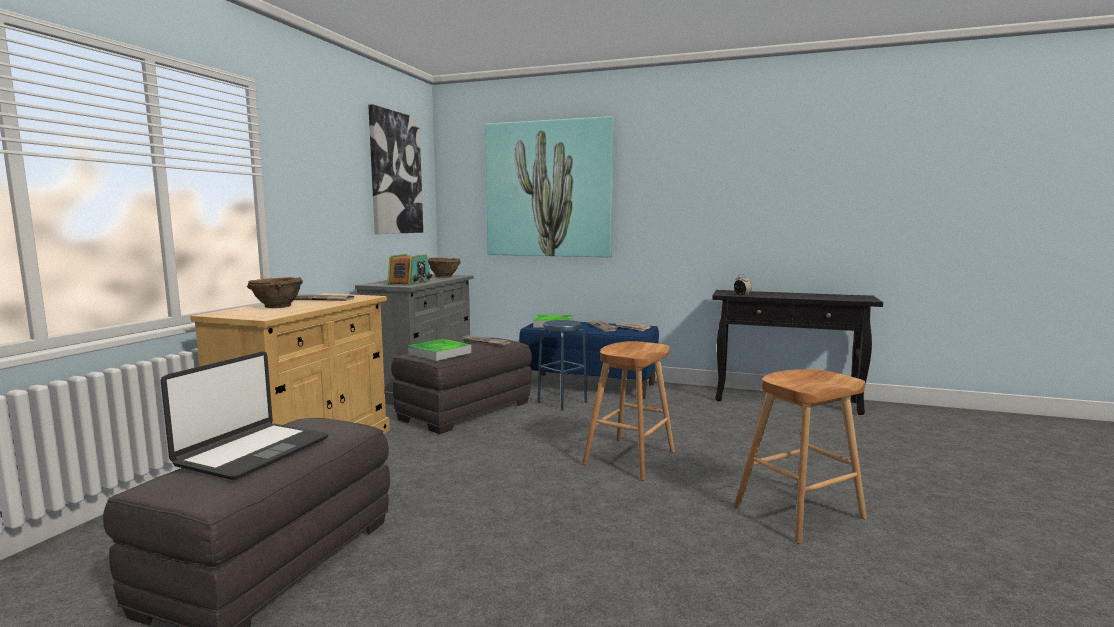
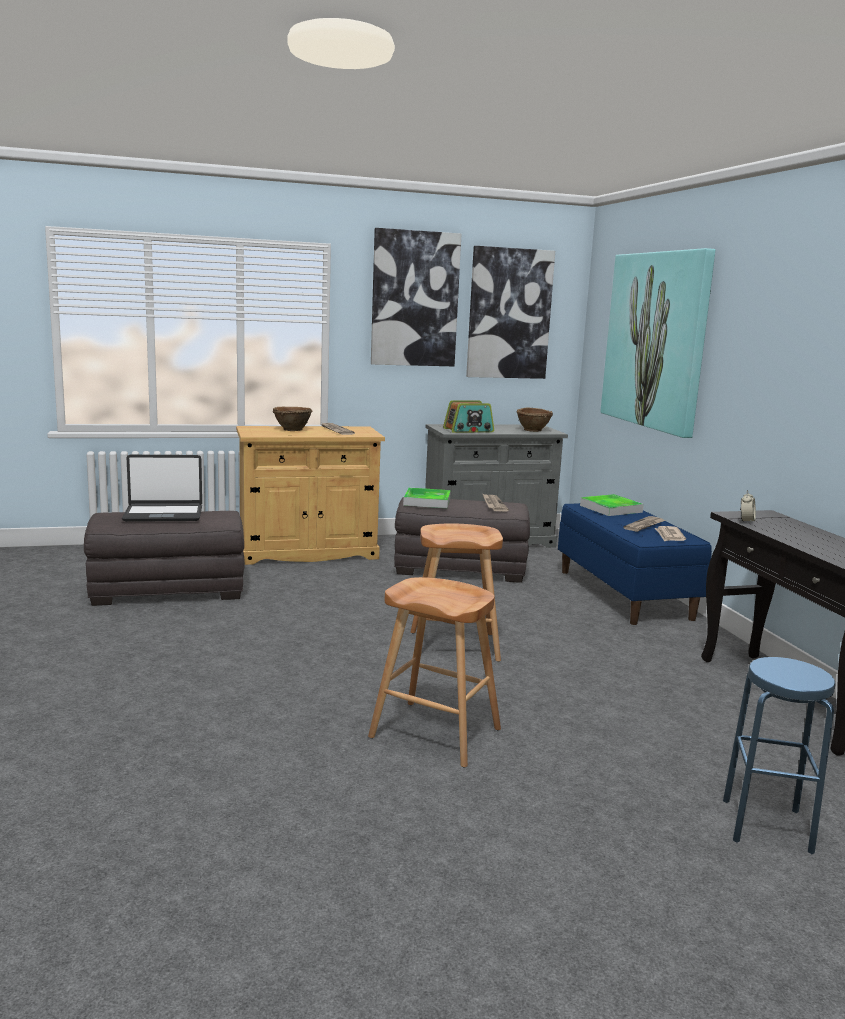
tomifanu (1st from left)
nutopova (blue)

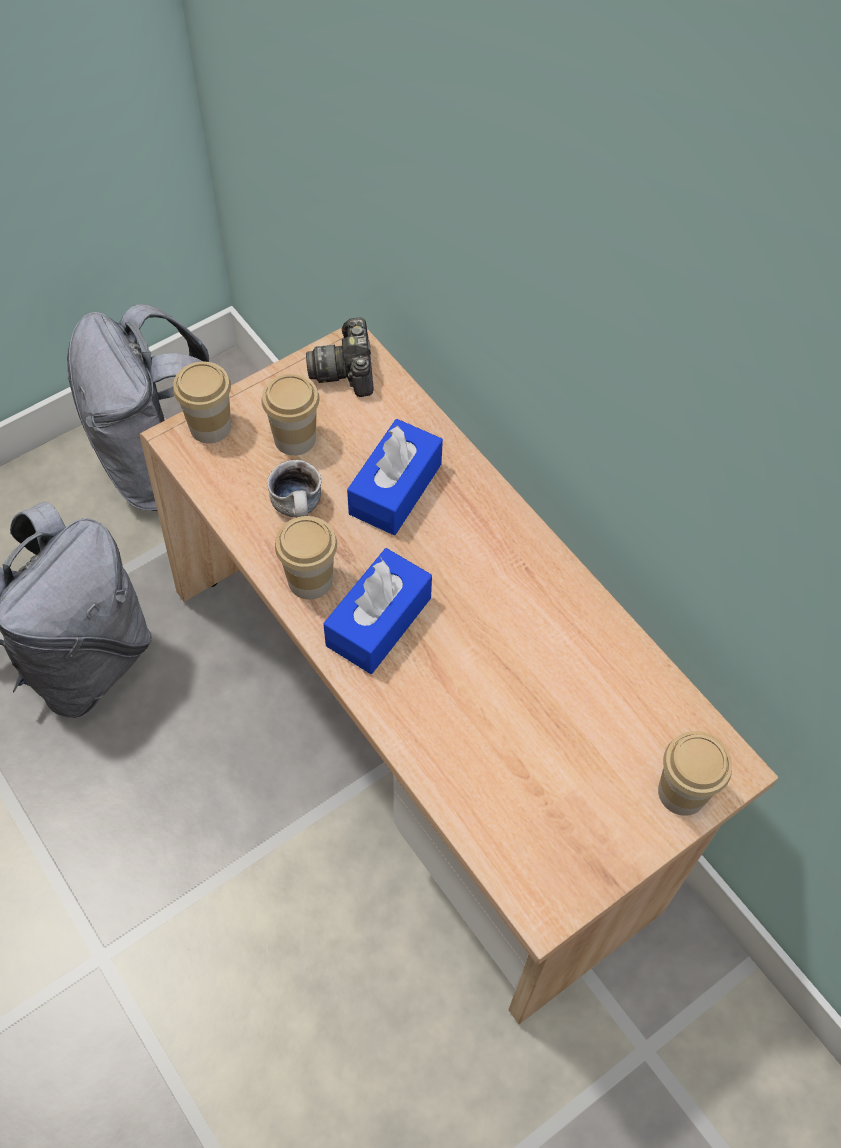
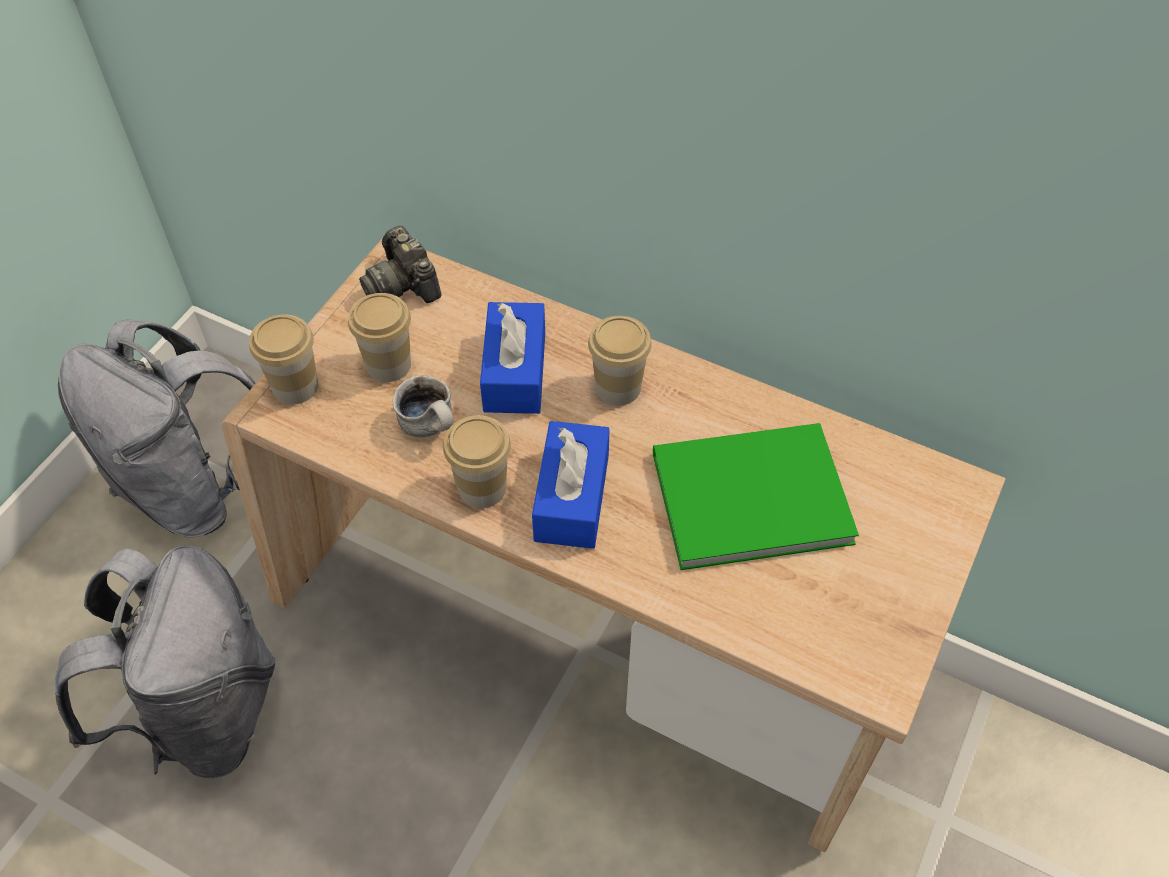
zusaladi (4th from left)
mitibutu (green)

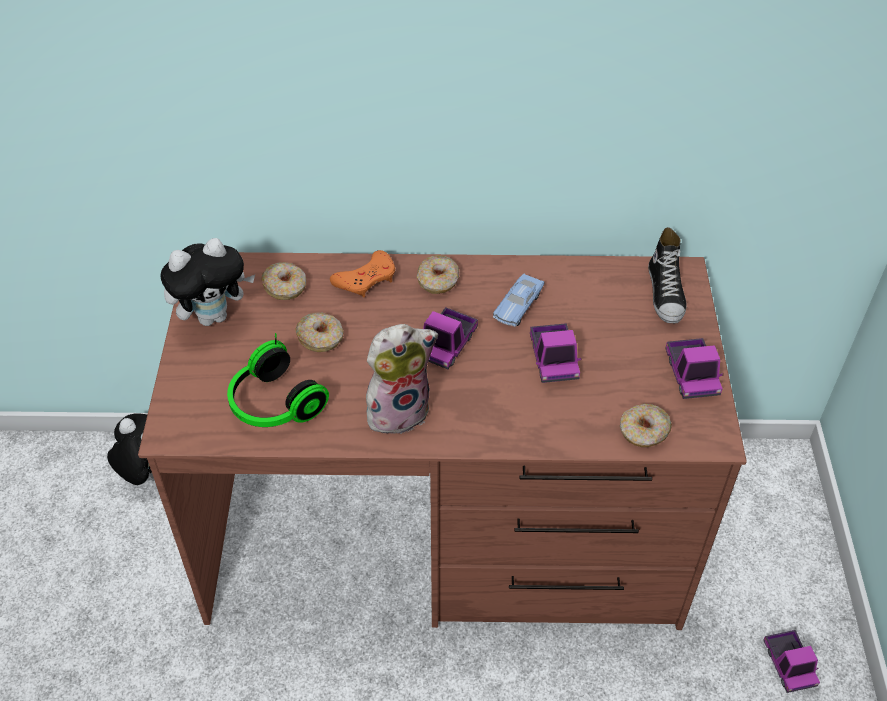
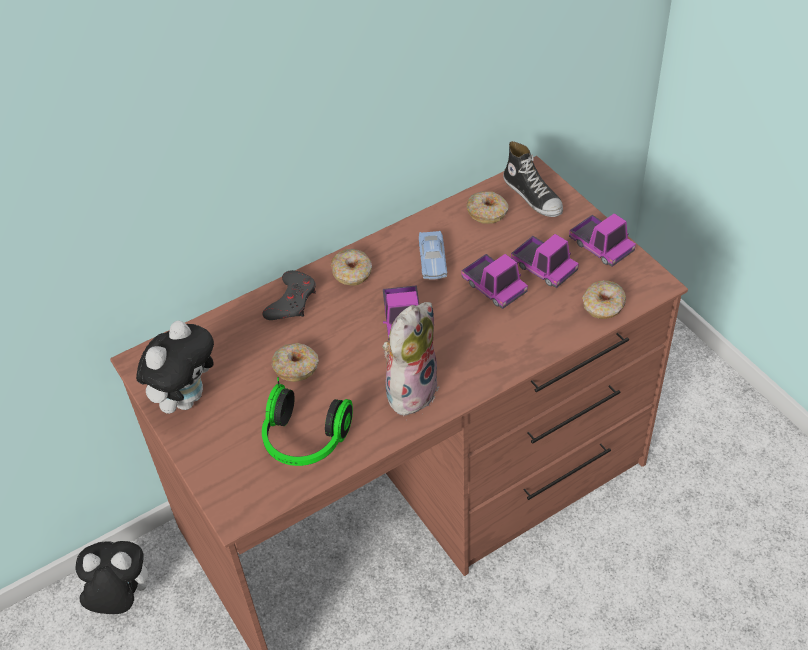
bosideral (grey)
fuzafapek (3rd from left)
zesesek (3rd from left)

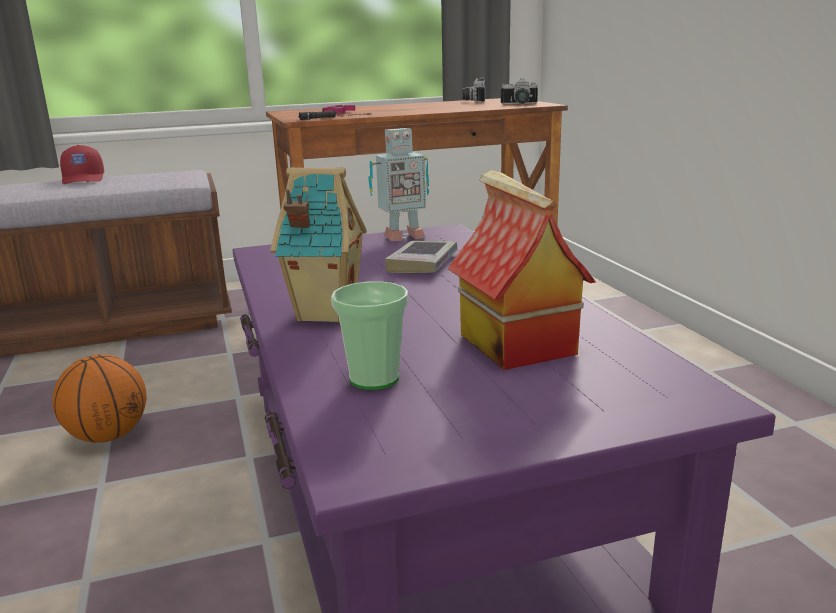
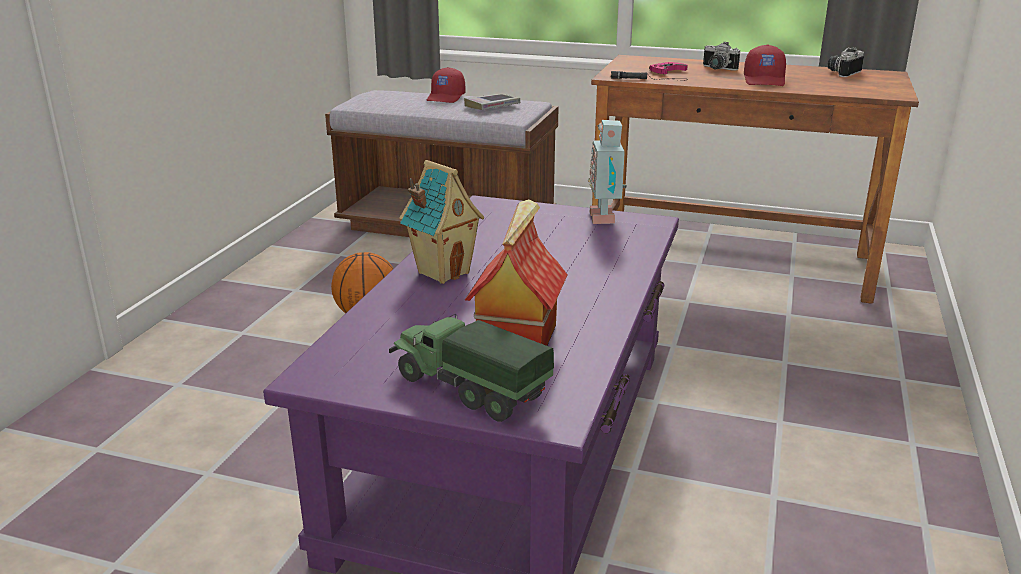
zesesek
mitibutu
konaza
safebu (1st from left)
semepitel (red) (2nd from left)
zusaladi

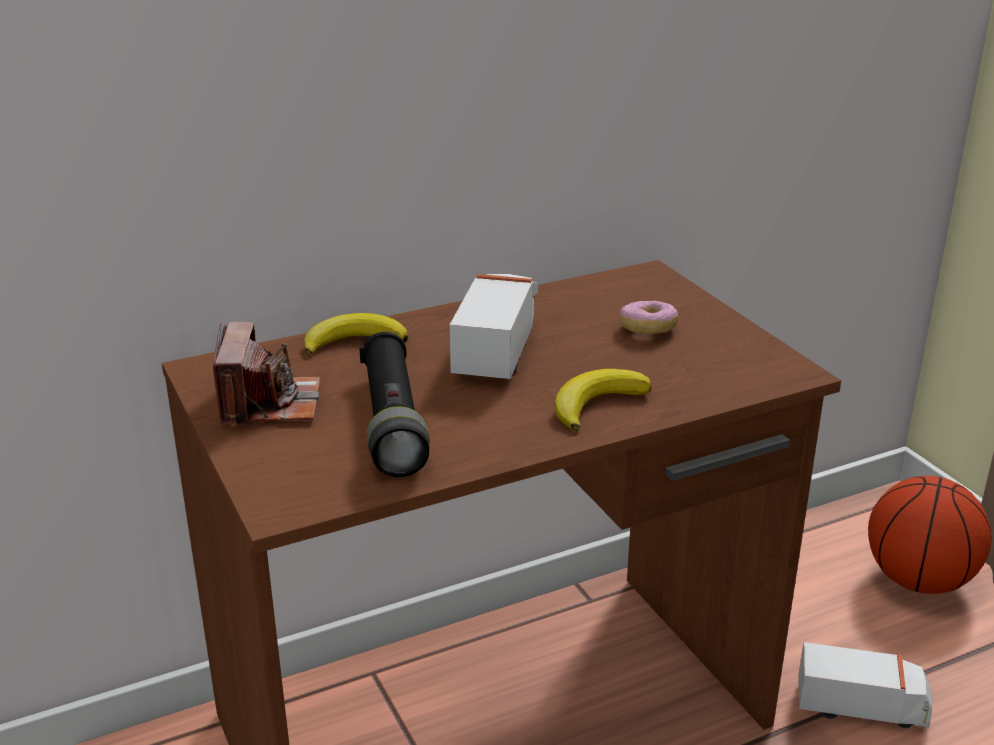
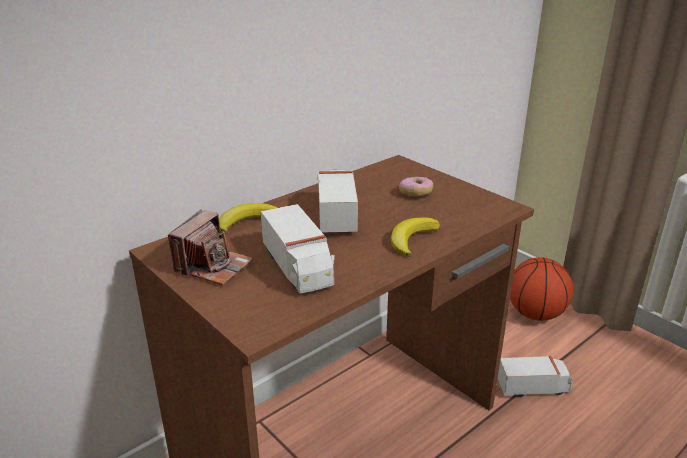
safebu
zesesek (1st from left)

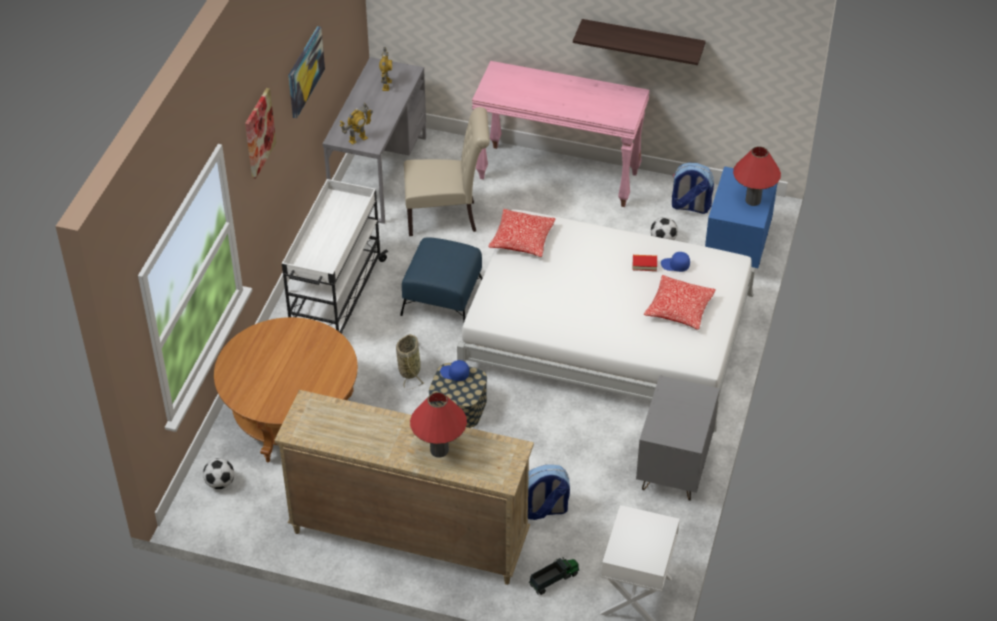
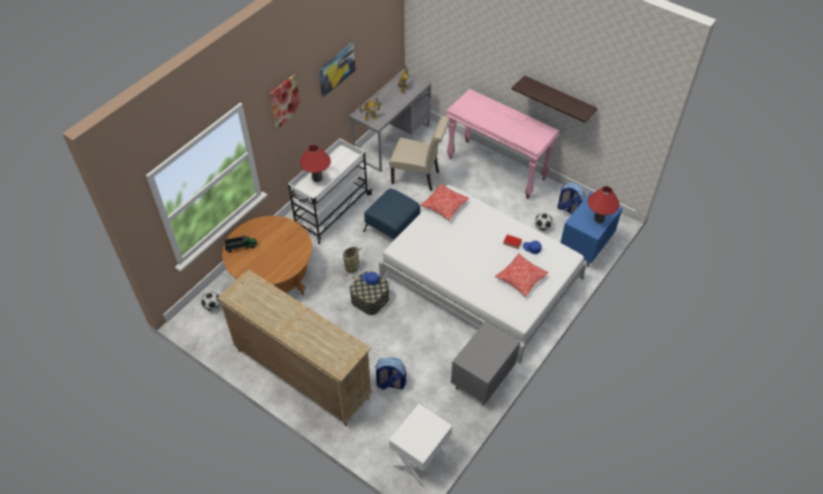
zesesek
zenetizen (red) (1st from left)

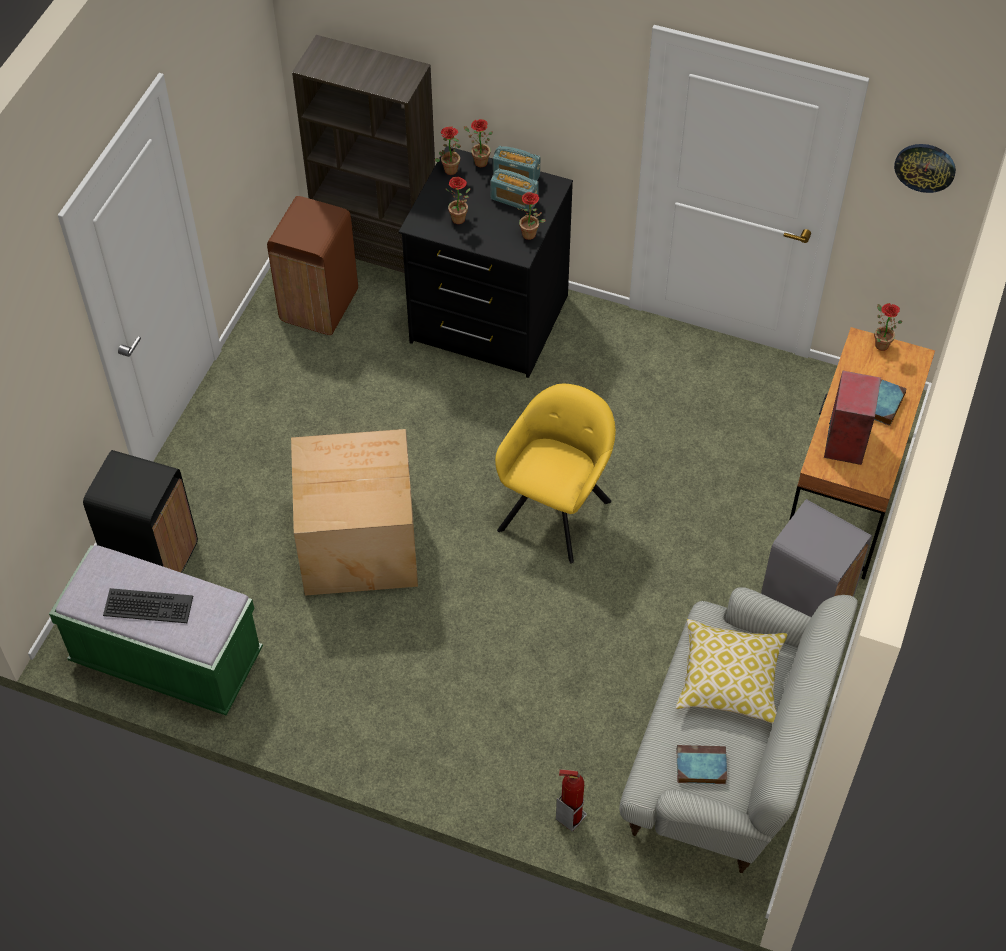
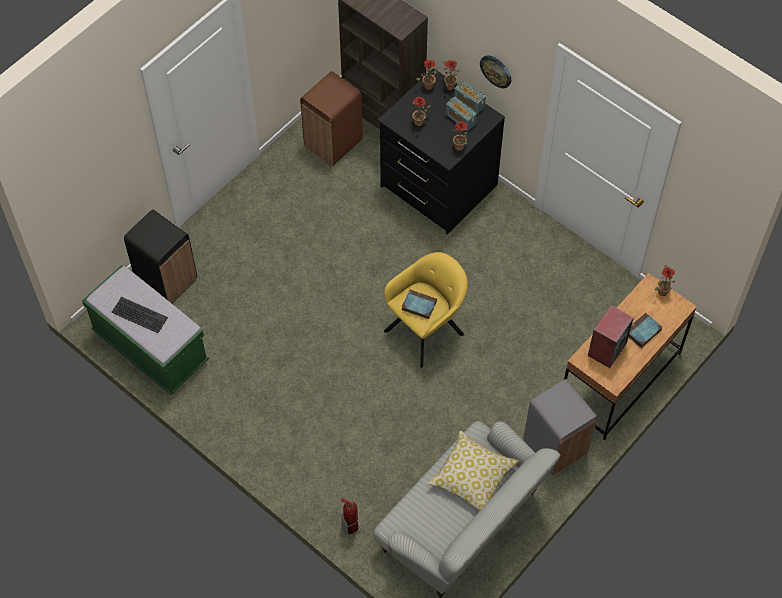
mitibutu (1st from left)
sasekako
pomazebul

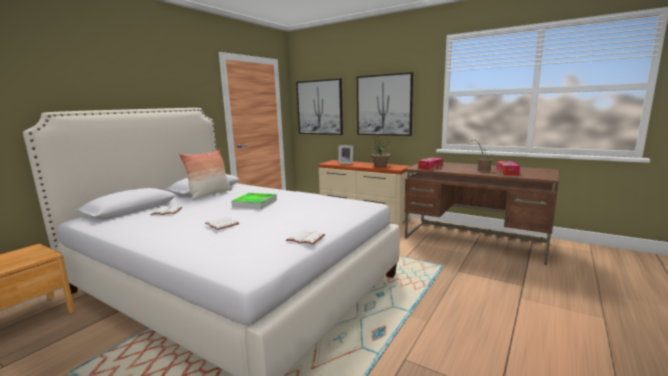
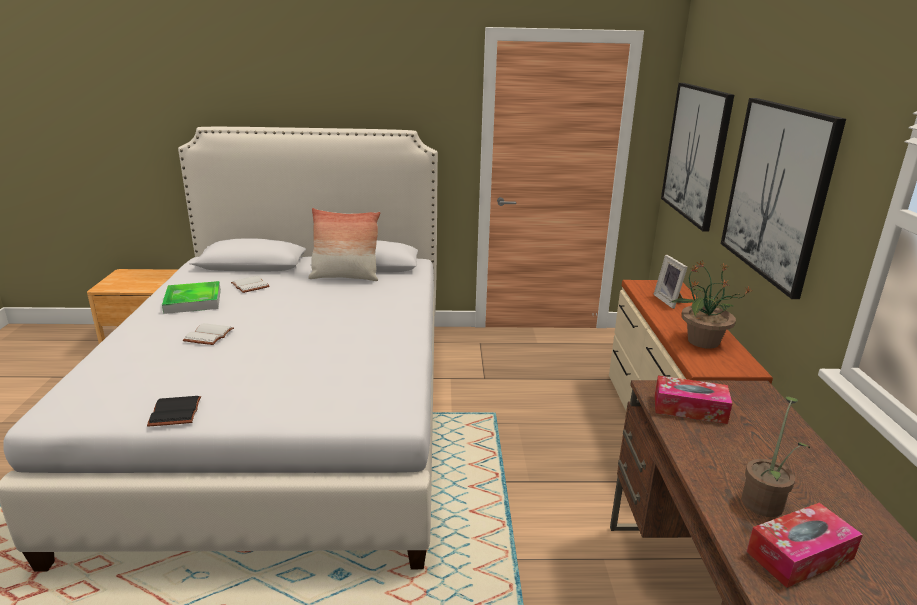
mitibutu (black)
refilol

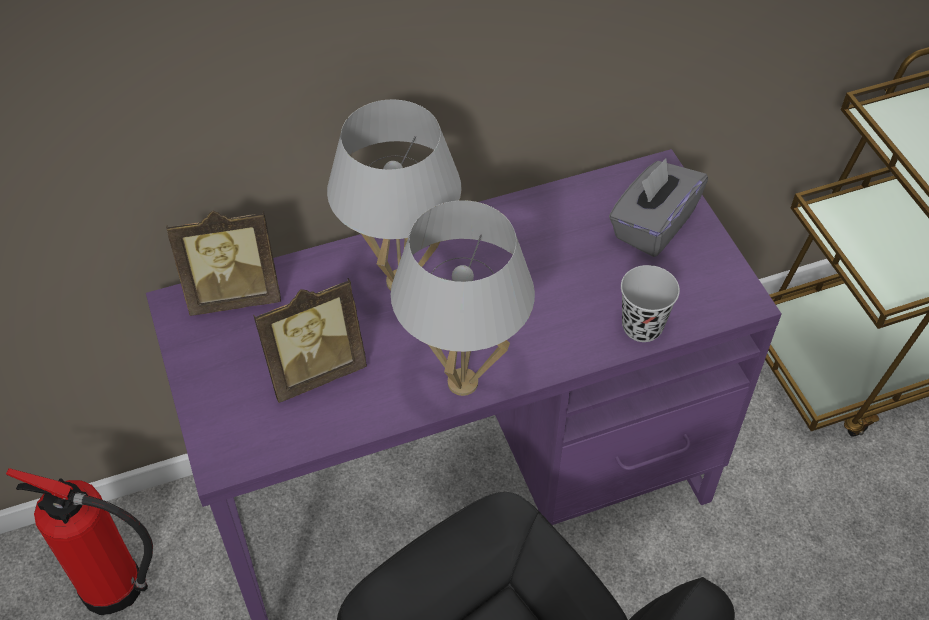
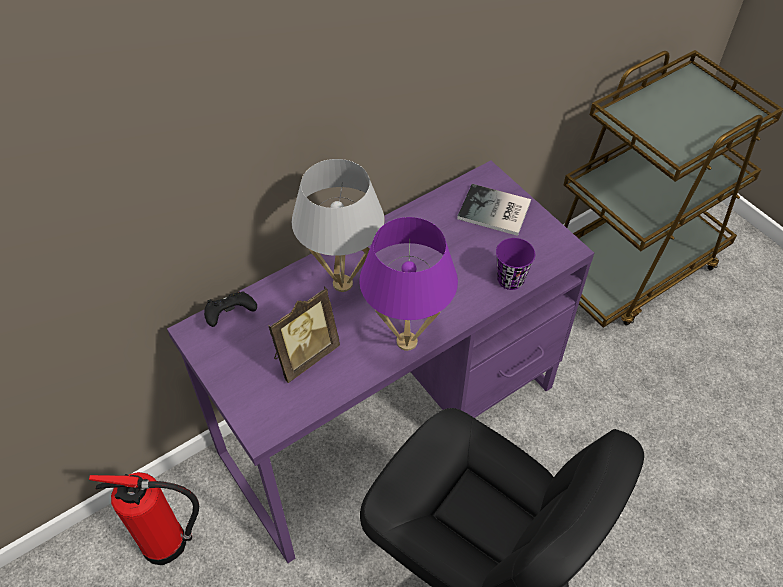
bosideral (black)
zenetizen (purple)
mitibutu
zusaladi (purple)

